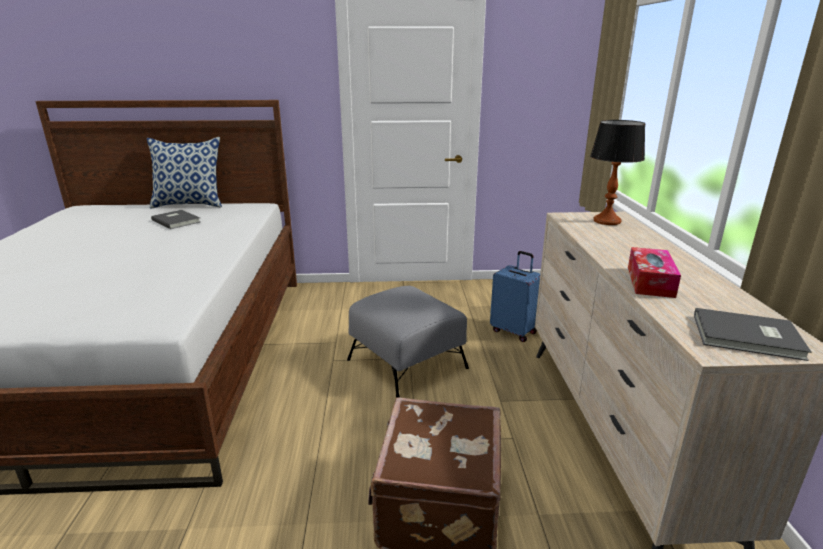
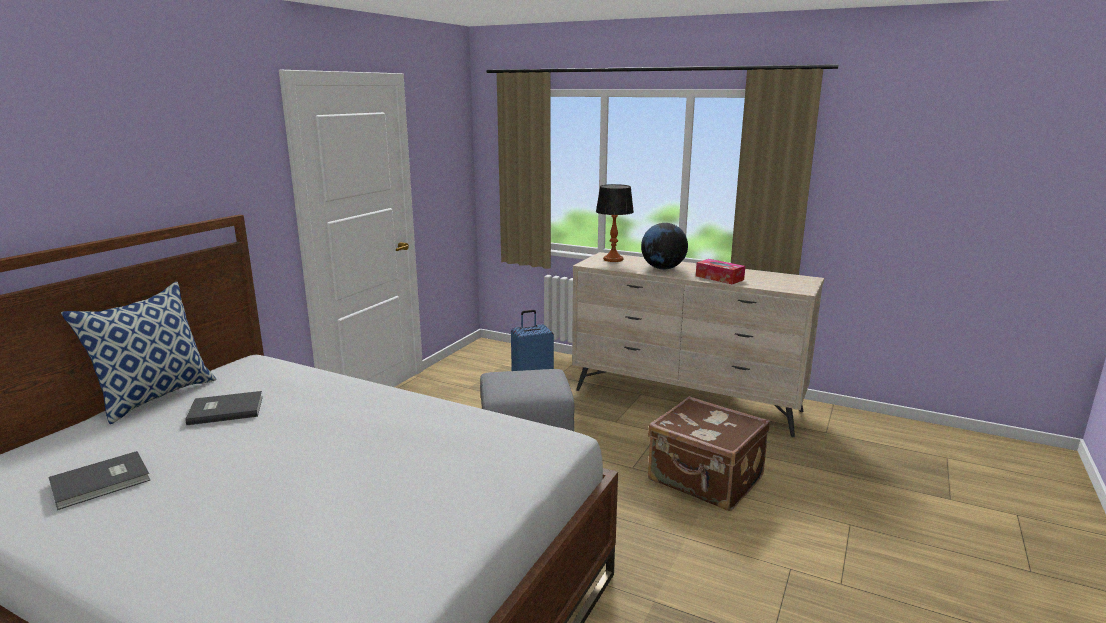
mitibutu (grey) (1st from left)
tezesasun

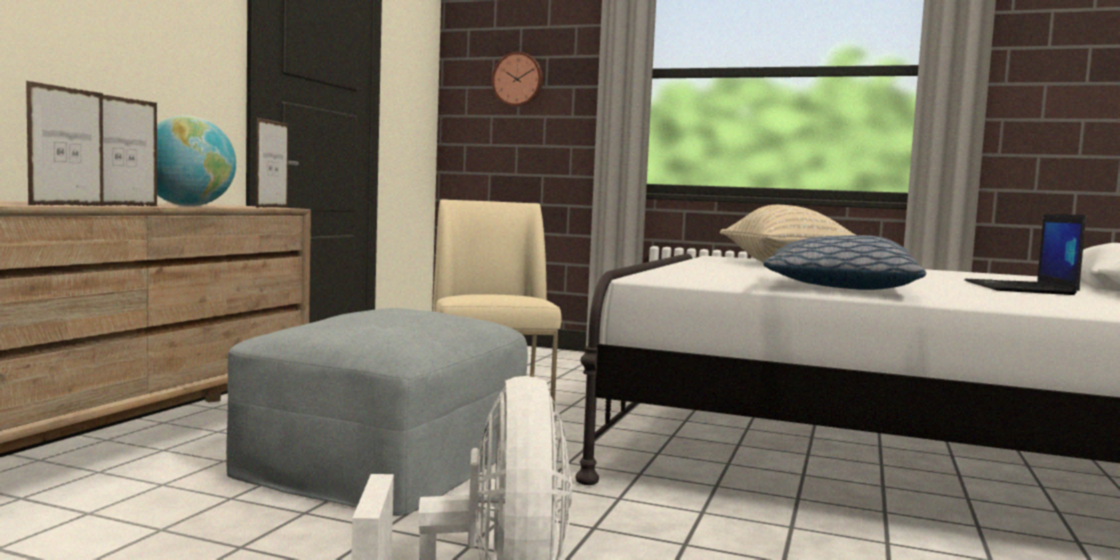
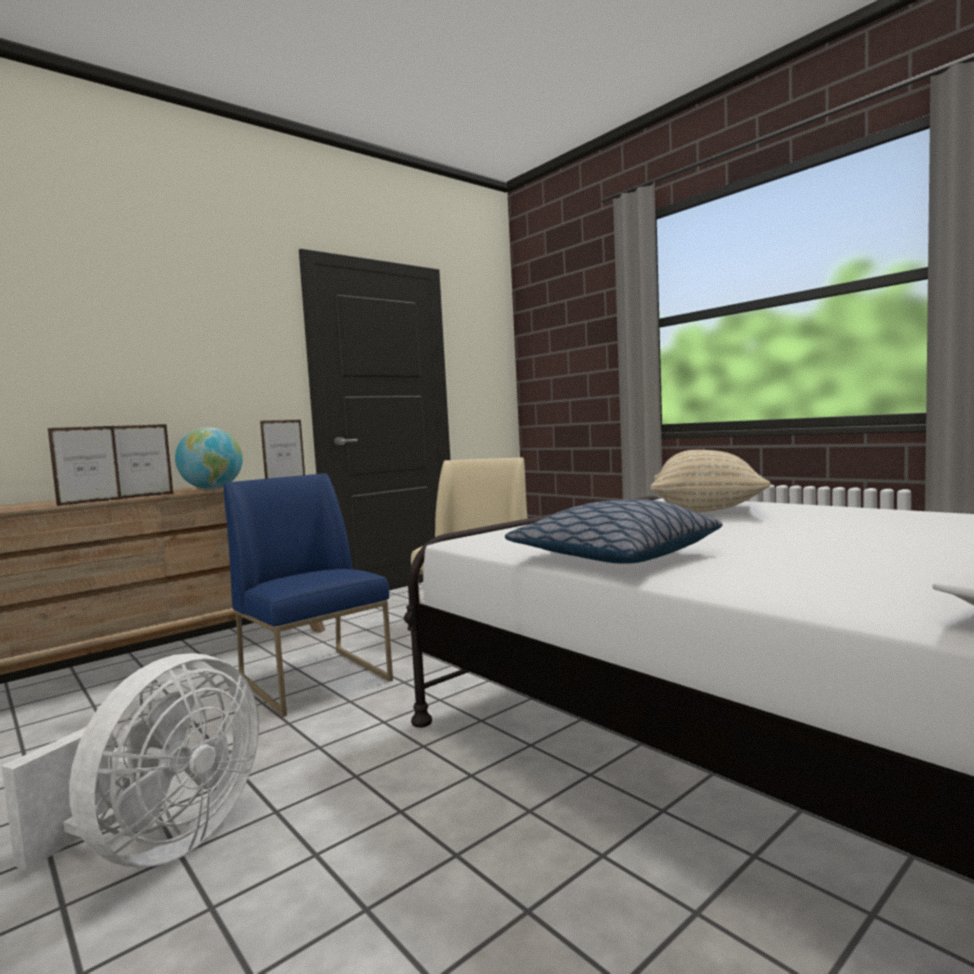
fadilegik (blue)
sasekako
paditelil

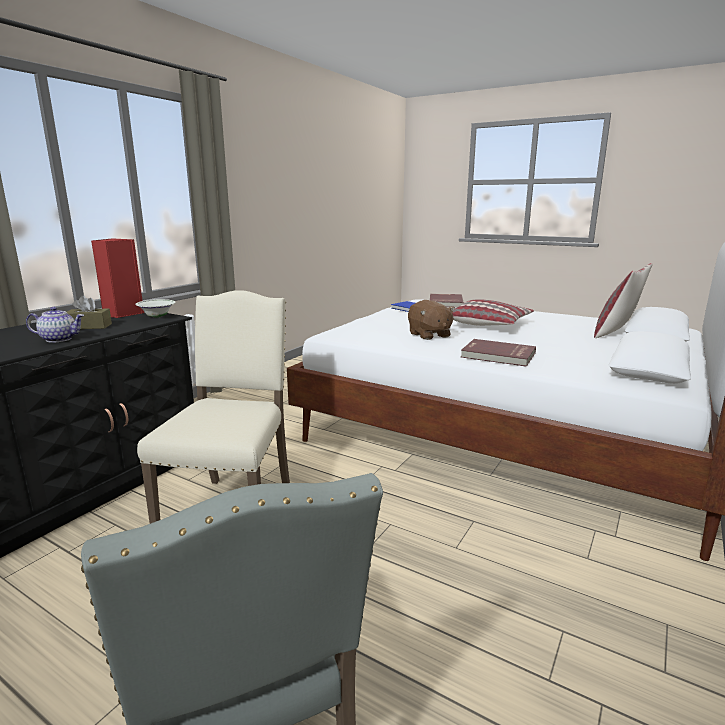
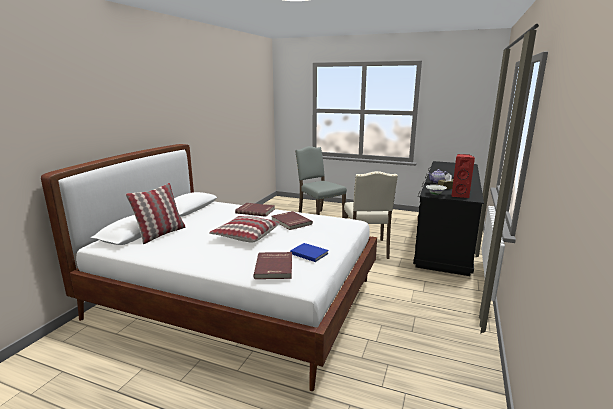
mitibutu (red) (3rd from left)

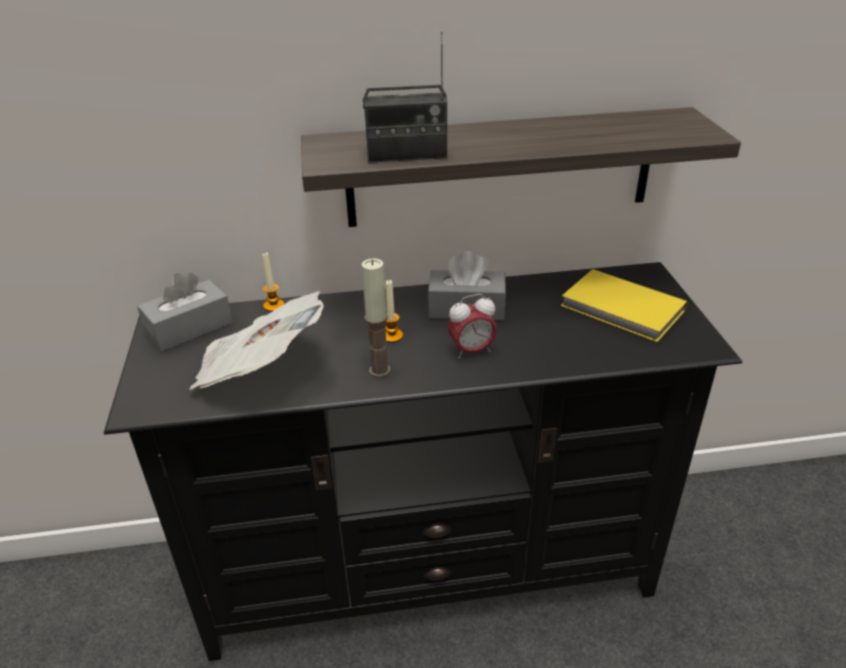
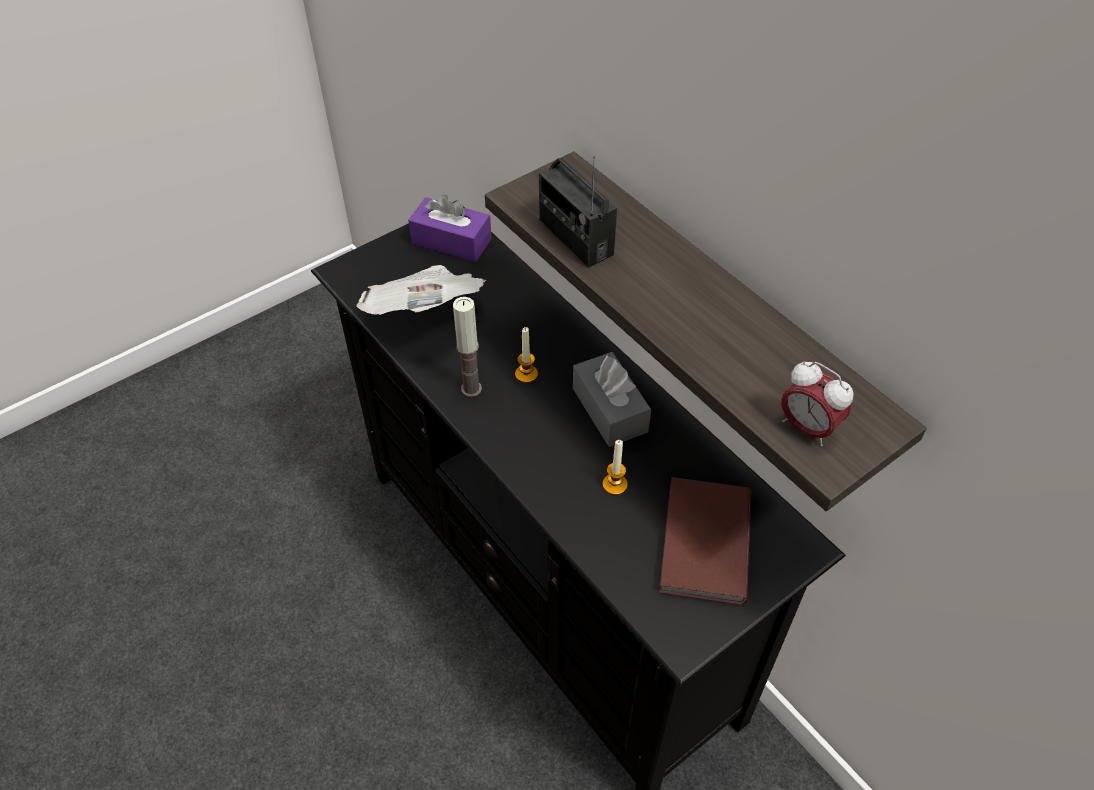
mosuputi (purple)
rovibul (3rd from left)
mitibutu (brown)
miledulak

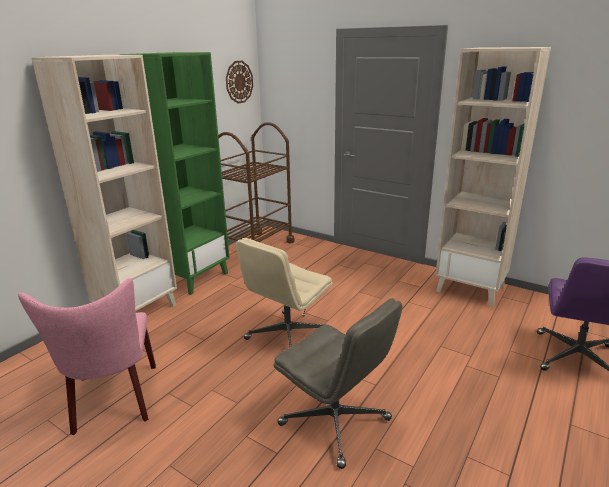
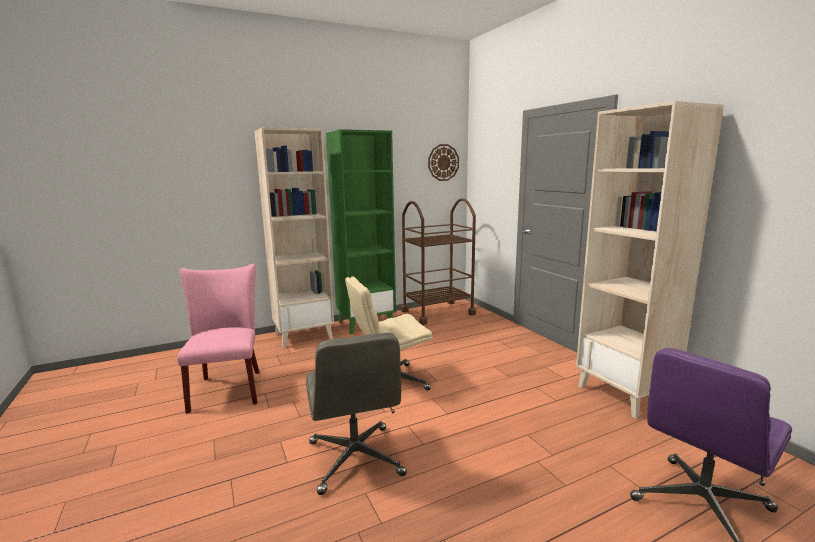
fadilegik (pink)

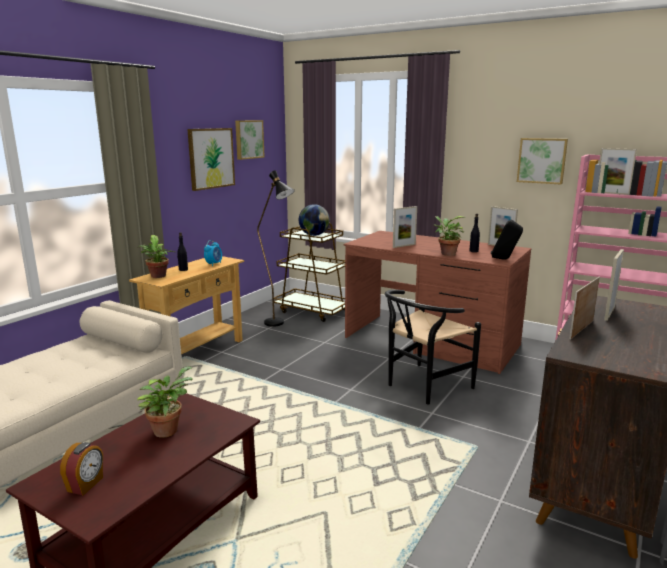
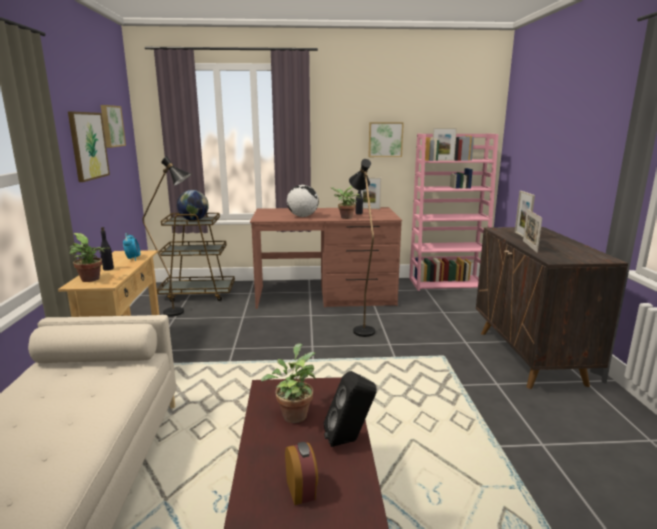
tezesasun (2nd from left)
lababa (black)
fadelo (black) (2nd from left)

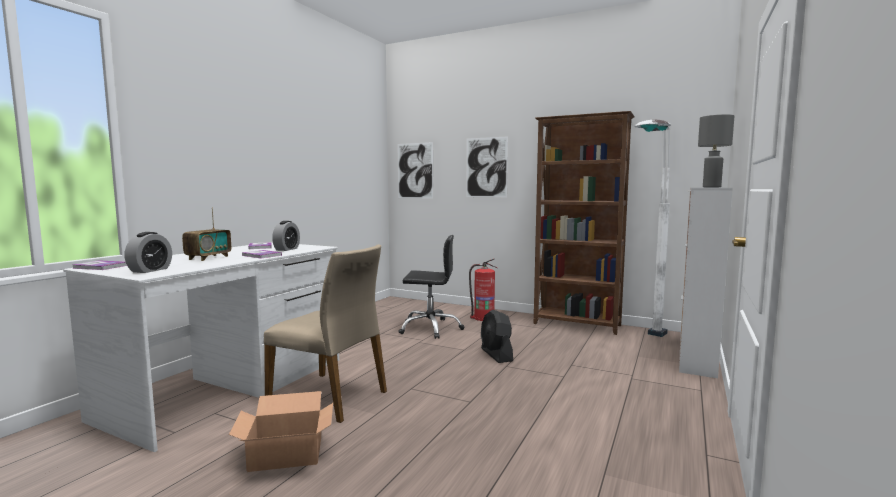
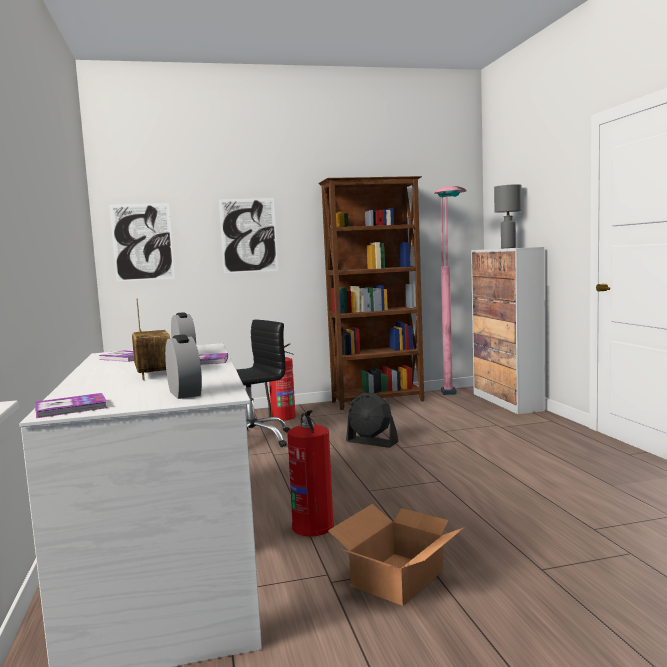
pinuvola (2nd from left)
fadelo (pink)

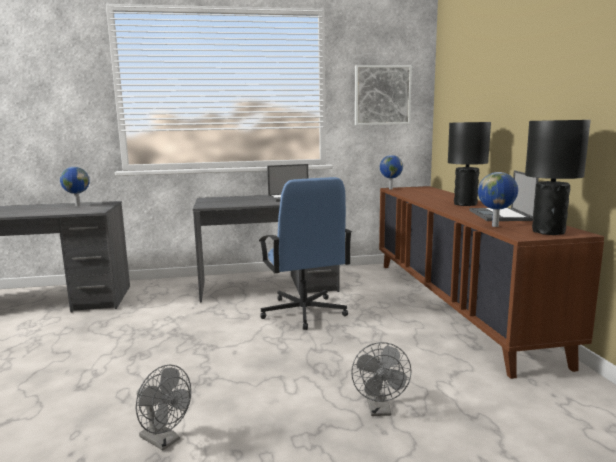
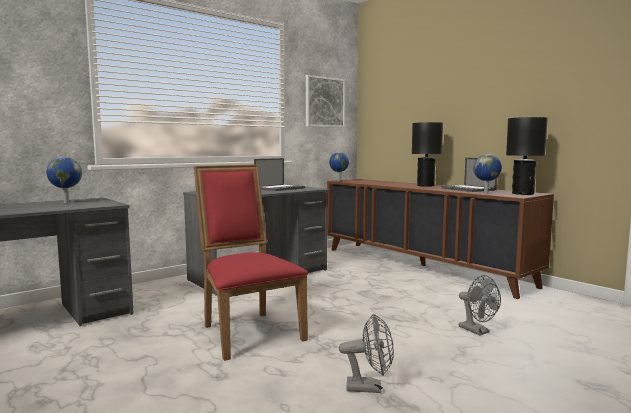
fadilegik (red)
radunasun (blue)

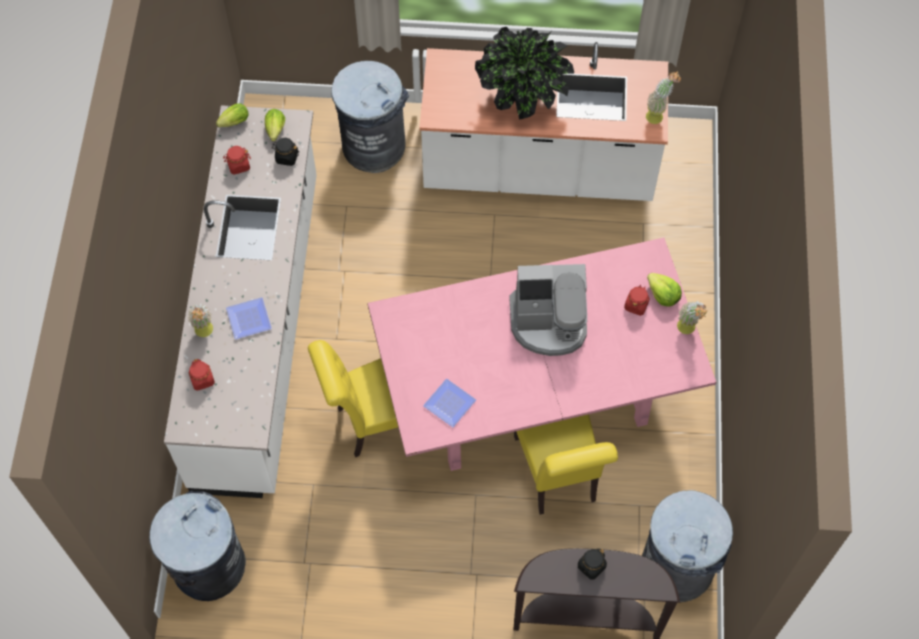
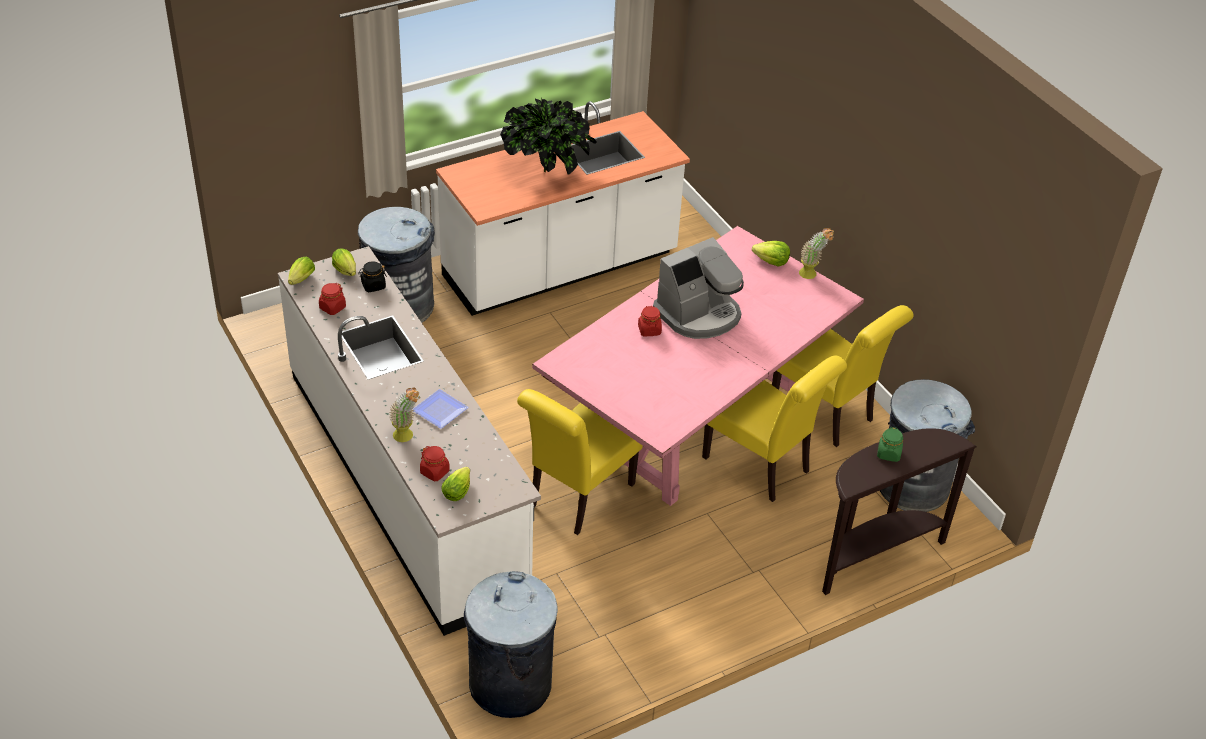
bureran (3rd from left)
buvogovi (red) (3rd from left)
fadilegik (yellow) (3rd from left)
buvogovi (green)
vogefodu (2nd from left in the first image)
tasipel (3rd from left in the first image)

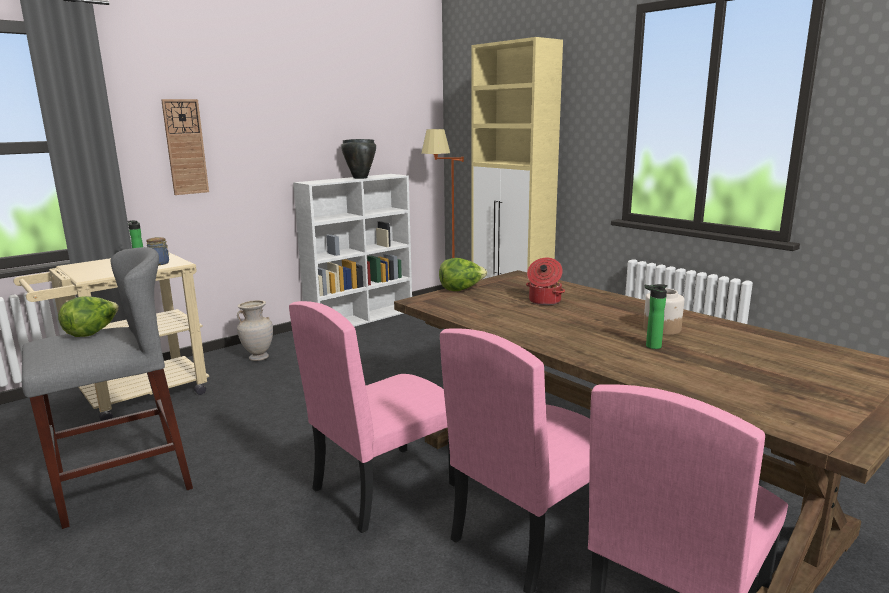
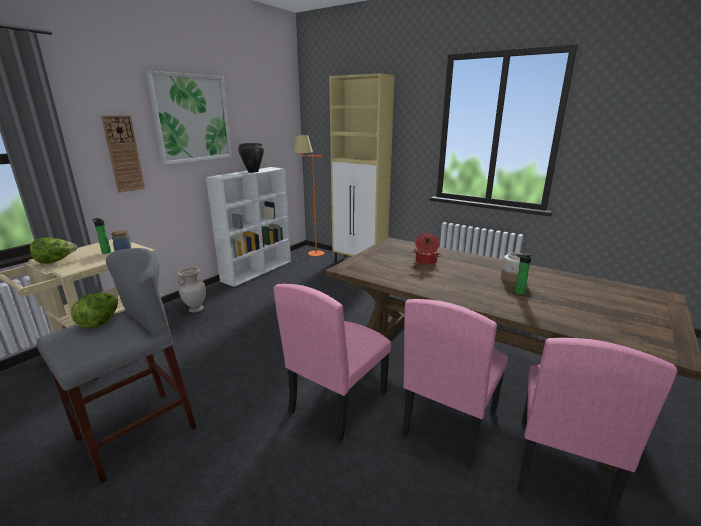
bureran (1st from left)
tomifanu

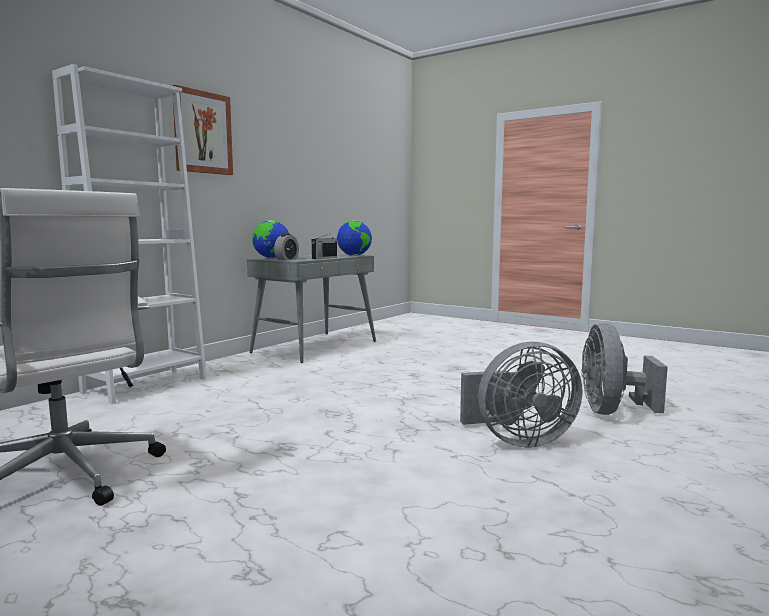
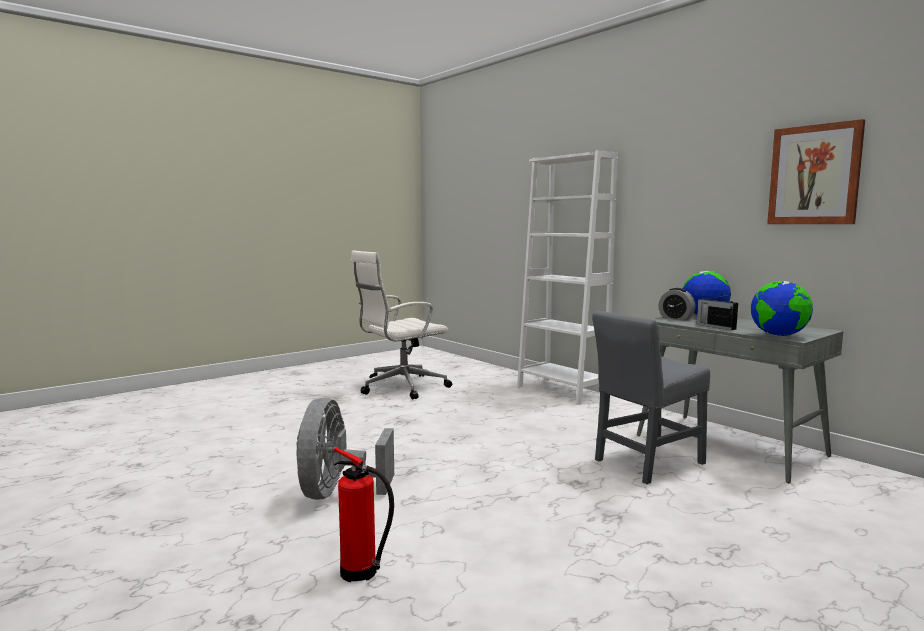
pinuvola
fadilegik (grey)
tomifanu

